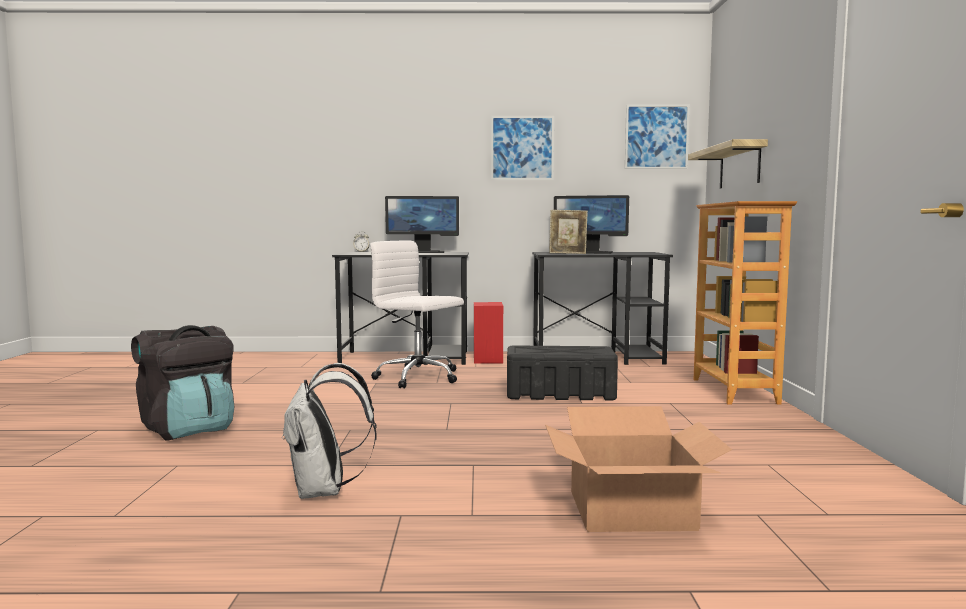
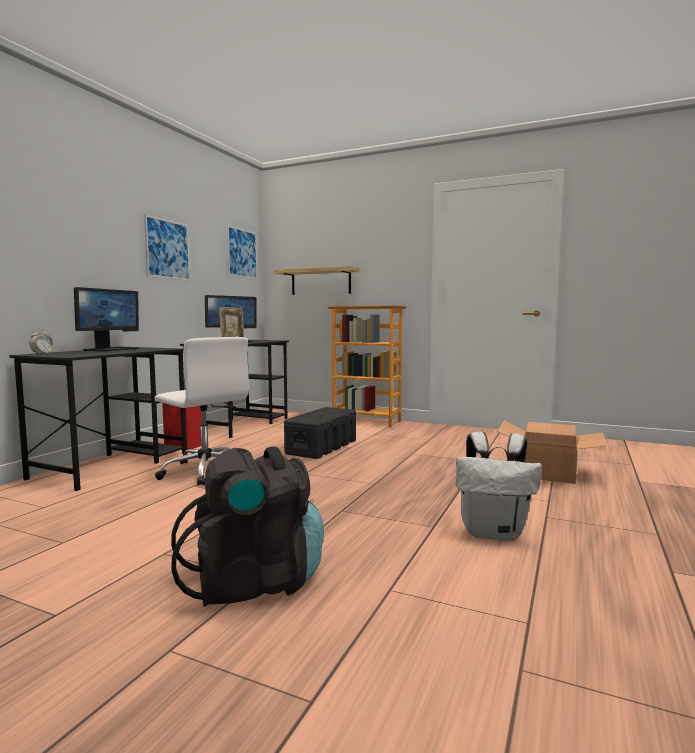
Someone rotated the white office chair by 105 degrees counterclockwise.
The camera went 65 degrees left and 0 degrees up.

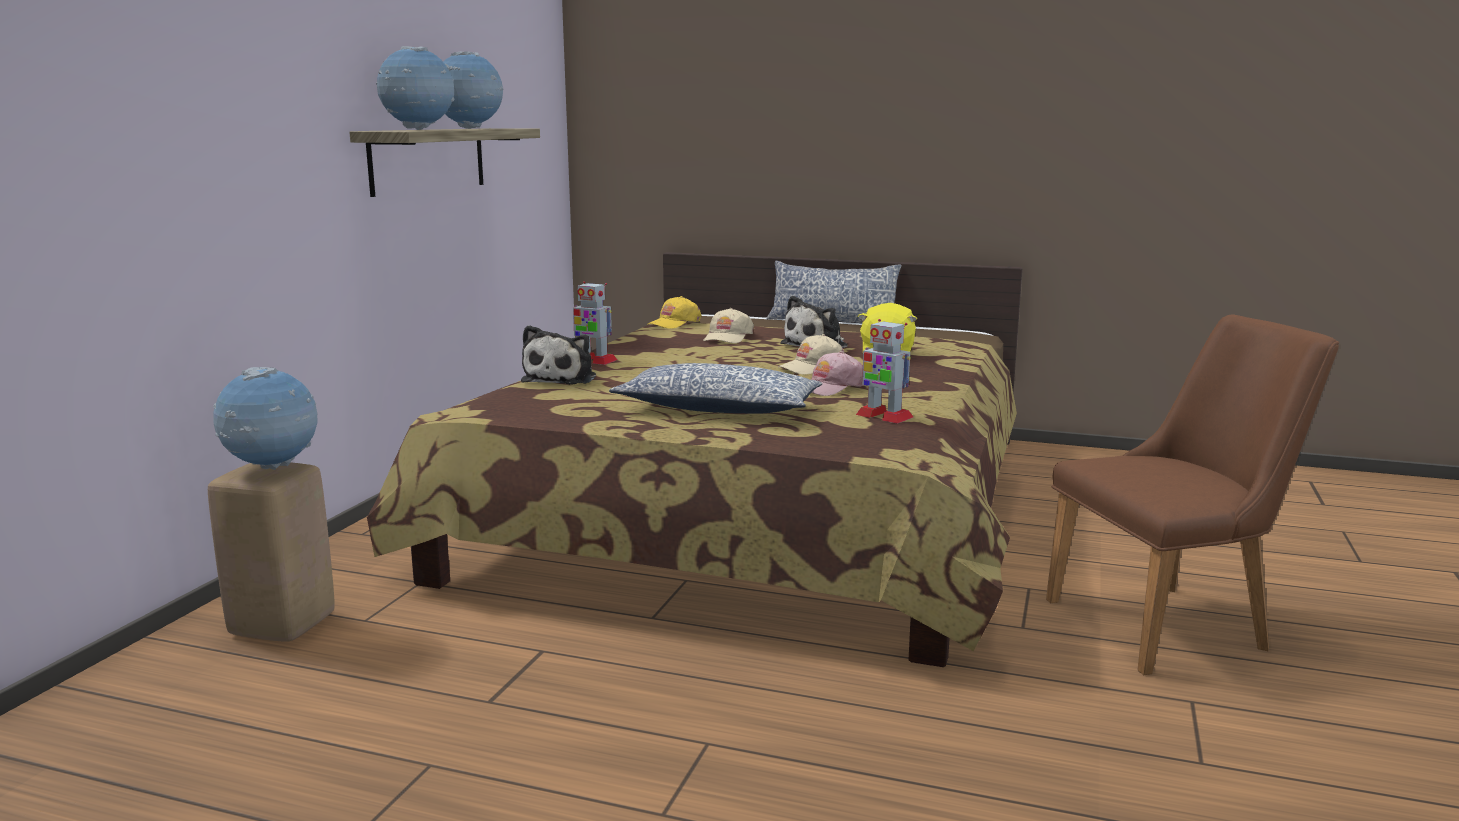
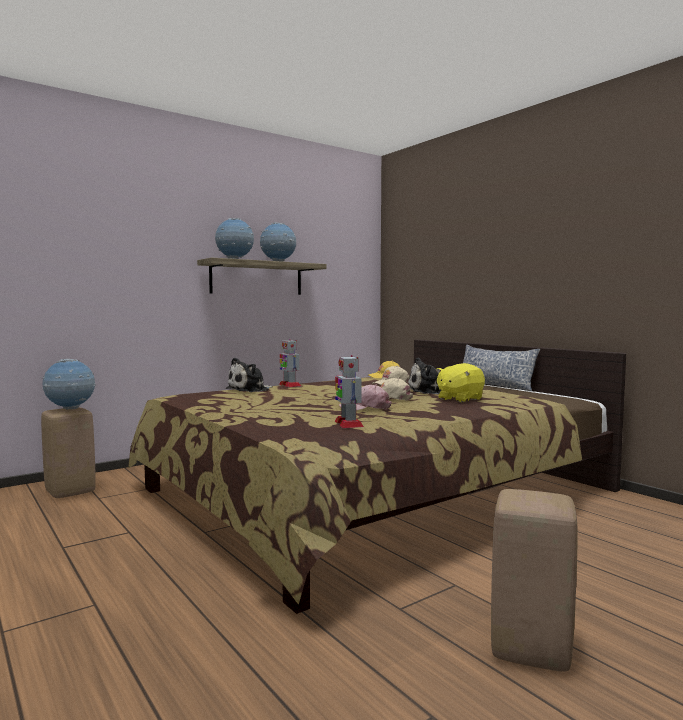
Someone took away the pillow (1st from left).
Someone swapped the brown chair for the beige stool (2nd from left).
The camera went 35 degrees right and 10 degrees down.

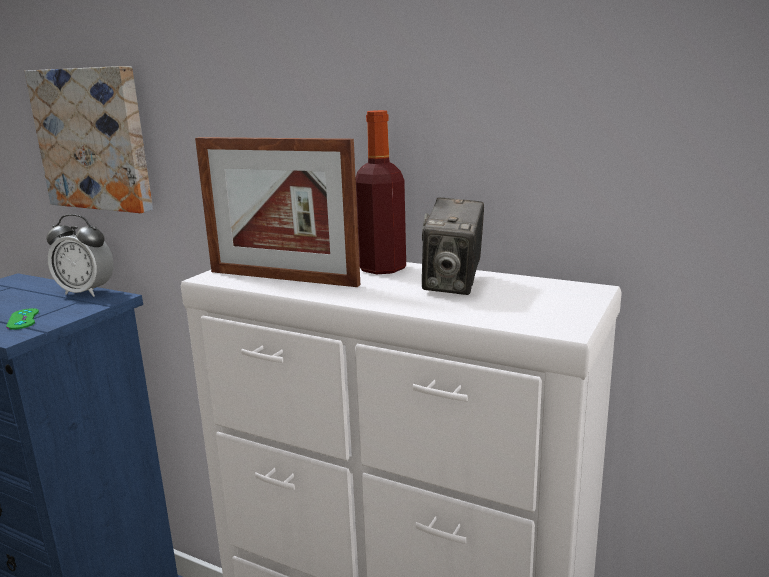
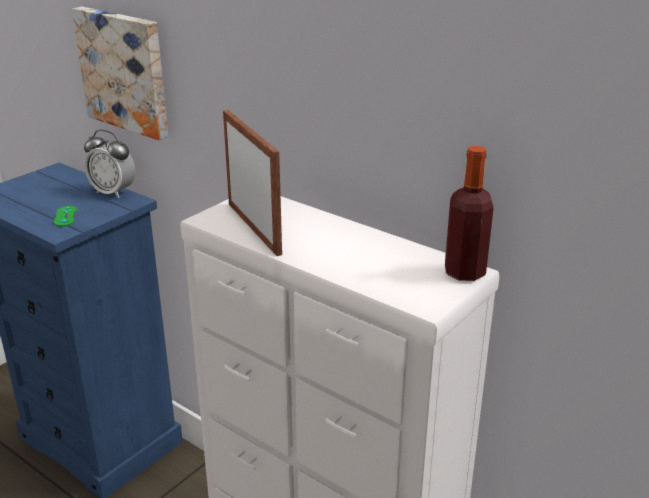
Someone took away the photo camera.
Someone carried the bottle.
Someone rotated the picture frame by 150 degrees counterclockwise.
The camera went 10 degrees right and 10 degrees up.

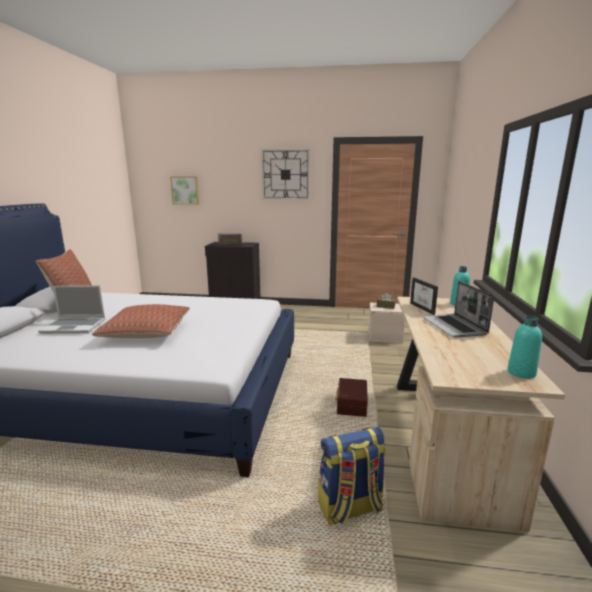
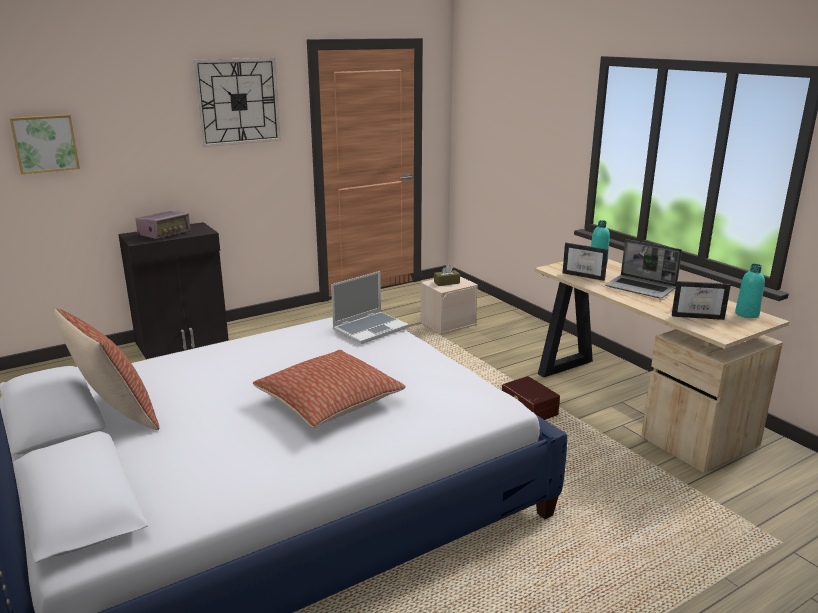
Someone took away the backpack.
Someone put down the picture frame (2nd from left).
Someone carried the laptop (1st from left).
The camera went 40 degrees left and 5 degrees up.

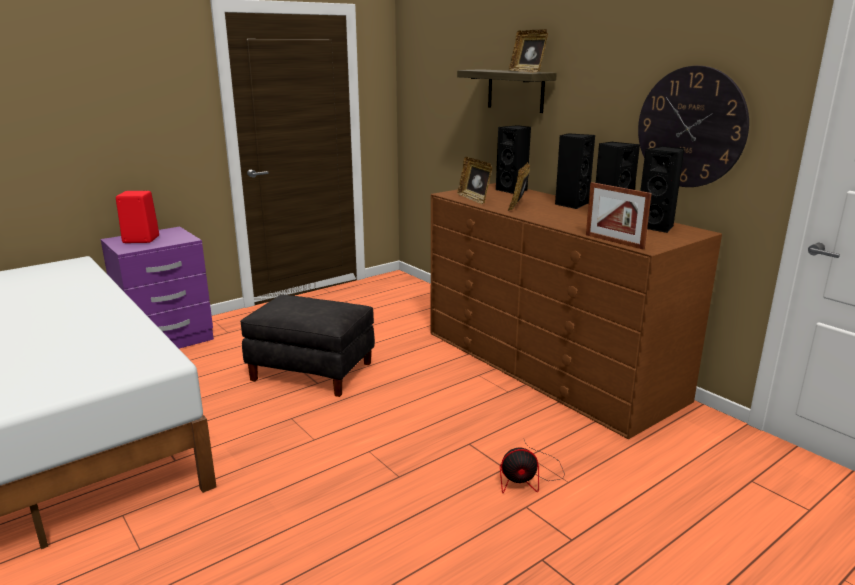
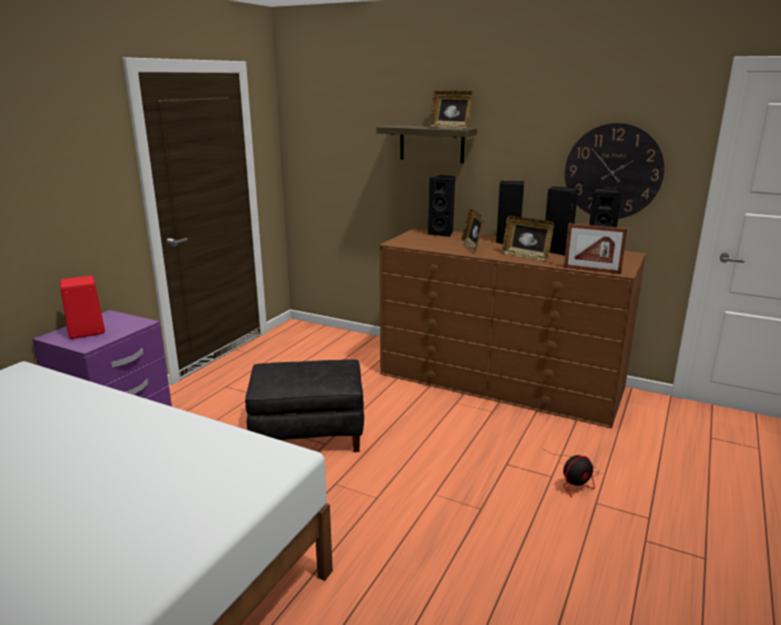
Someone carried the picture frame (1st from left in the first image).
The camera went 25 degrees left and 0 degrees up.

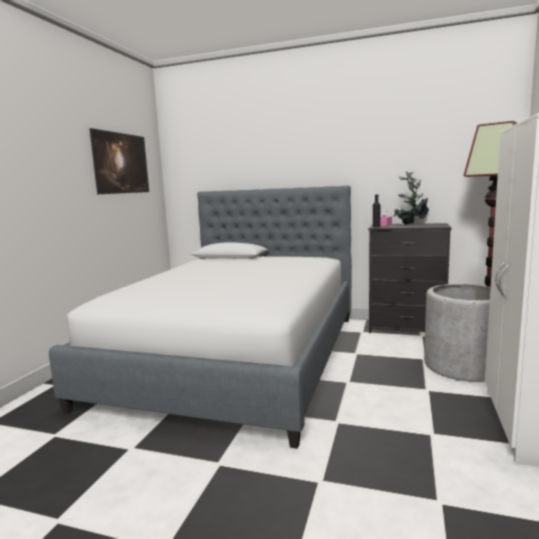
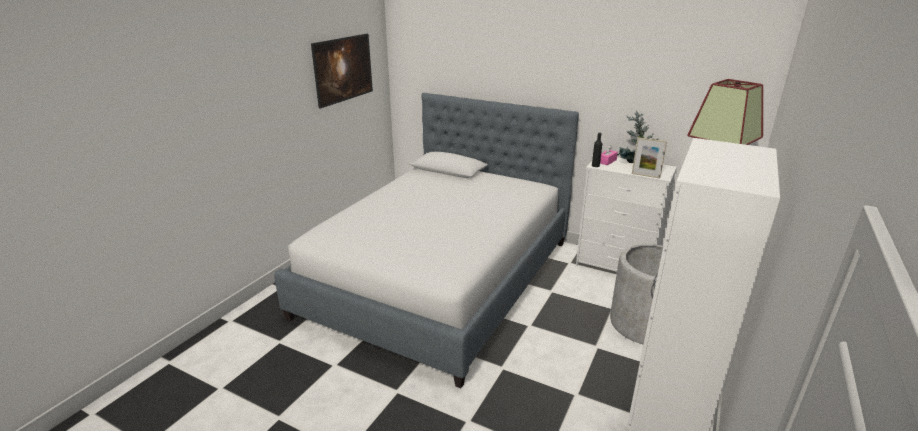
Someone put down the picture frame.
Someone repainted the black dresser, which became the white dresser.
The camera went 10 degrees right and 15 degrees up.

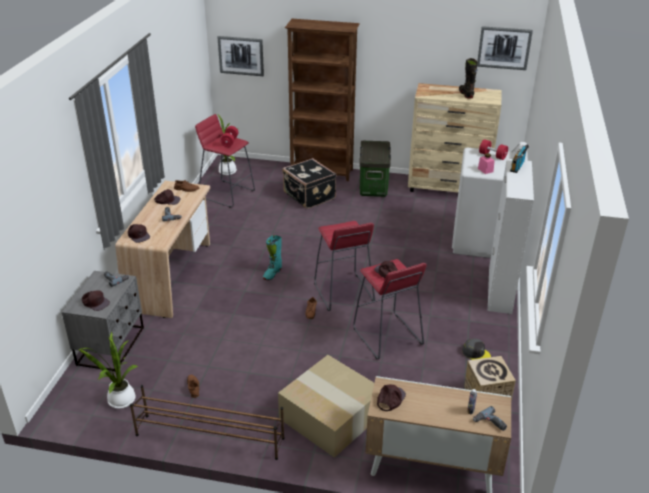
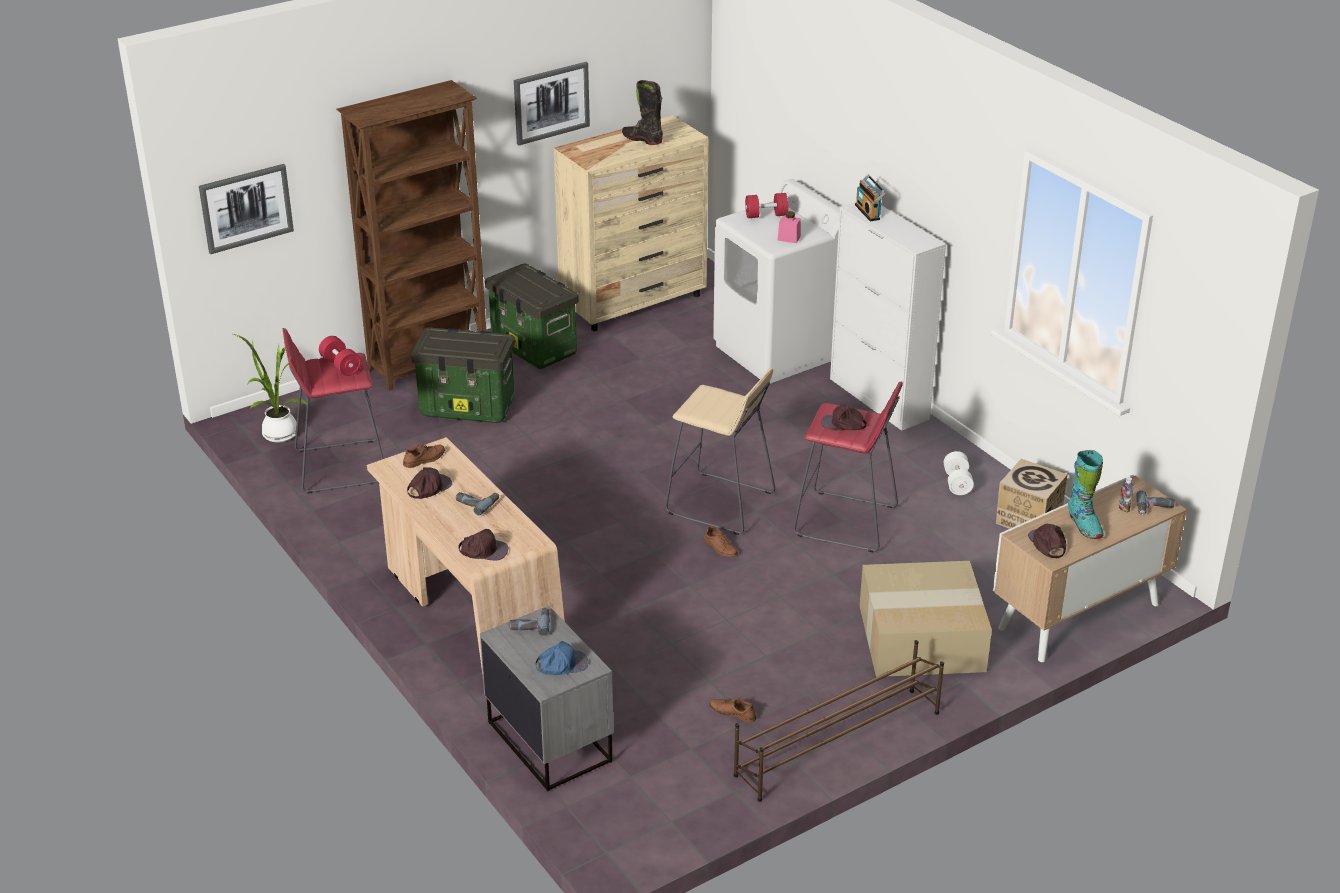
Someone took away the potted plant (1st from left).
Someone carried the turquoise boot.
Someone carried the picture (2nd from left).
Someone swapped the black suitcase for the storage box (1st from left).
Someone swapped the grey cap for the white dumbbell.
Someone repainted the brown cap (1st from left), which became the blue cap.
Someone repainted the red stool (2nd from left), which became the beige stool.
The camera went 45 degrees left and 0 degrees up.

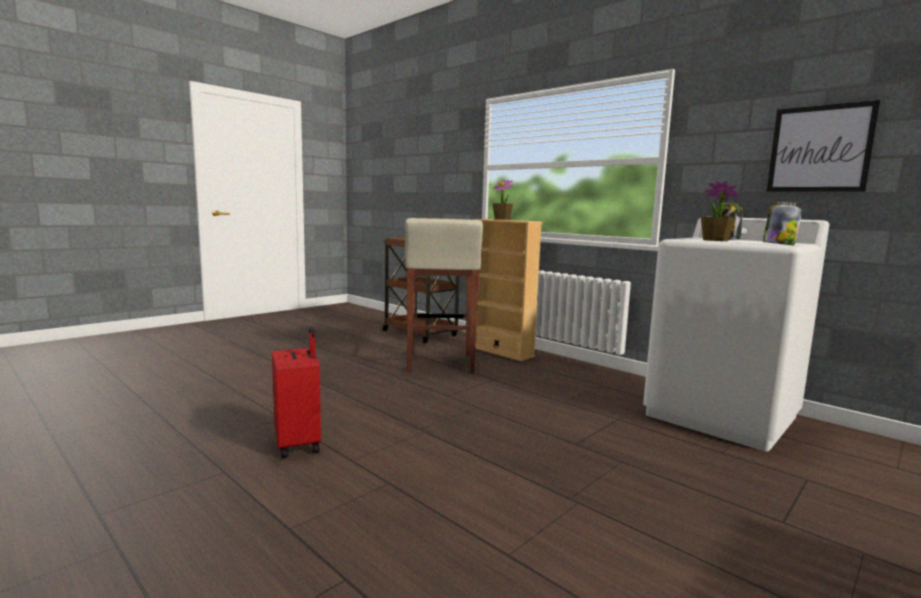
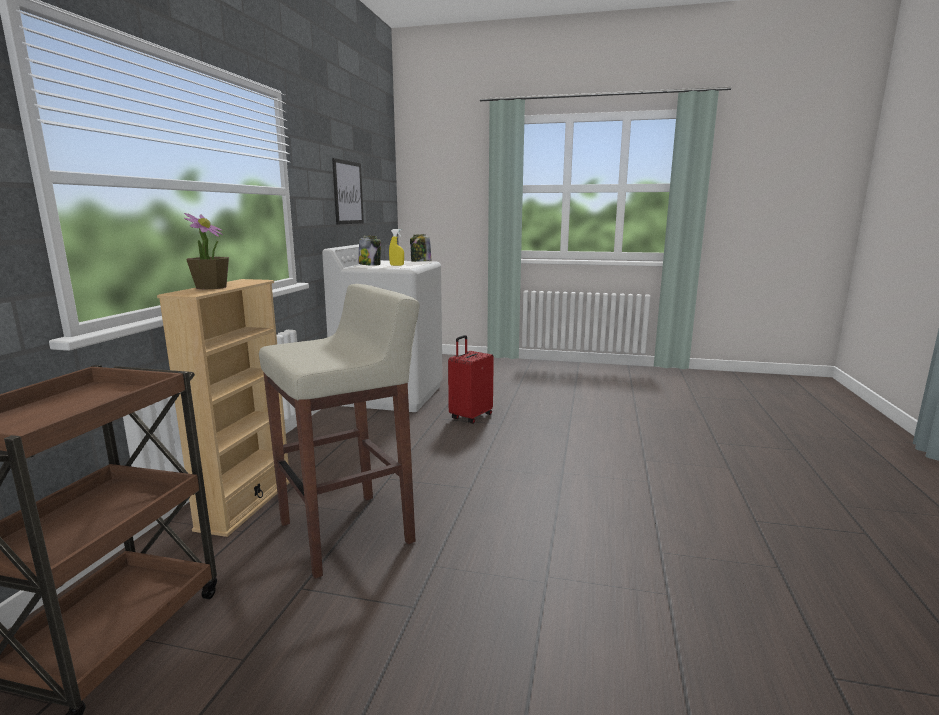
Someone carried the red suitcase.
Someone swapped the potted plant (2nd from left) for the yellow spray bottle.
The camera went 120 degrees left and 5 degrees up.

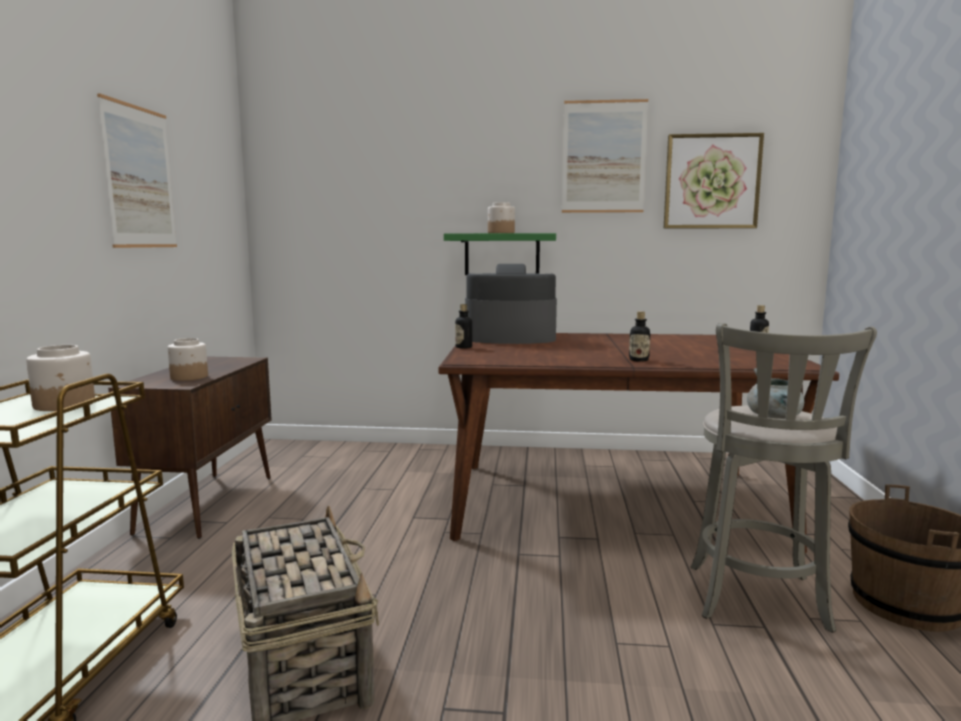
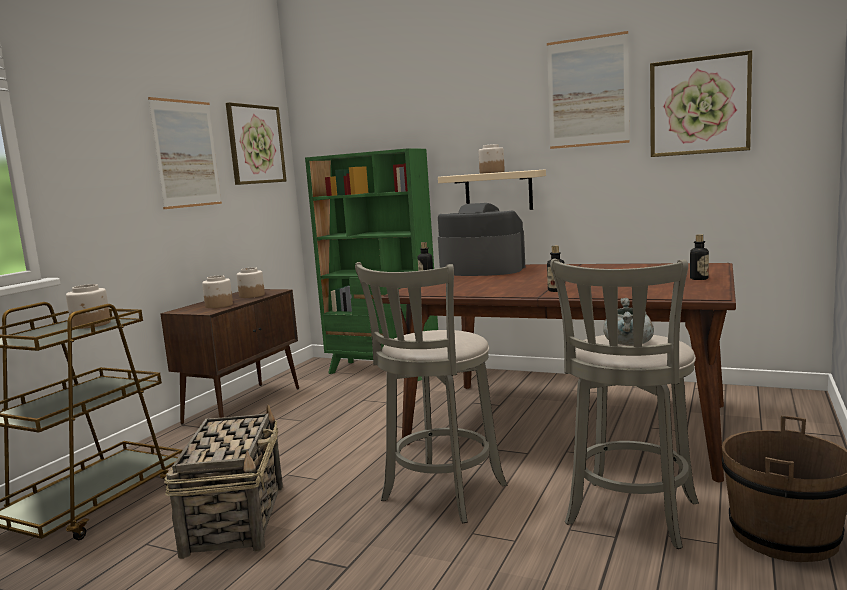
Someone put up the picture (2nd from left).
Someone put down the jar (3rd from left).
Someone put down the green bookcase.
Someone put down the grey stool (1st from left).
Someone repainted the green shelf, which became the beige shelf.
The camera went 20 degrees right and 0 degrees up.

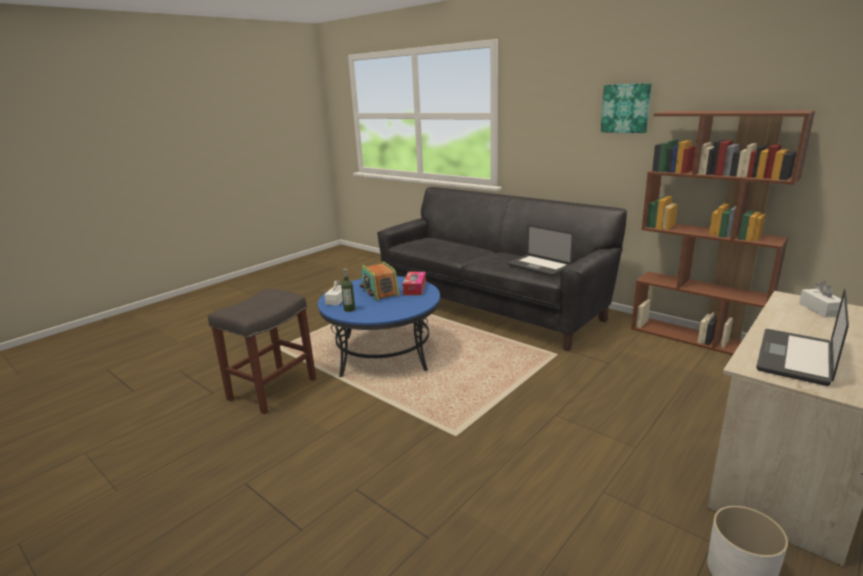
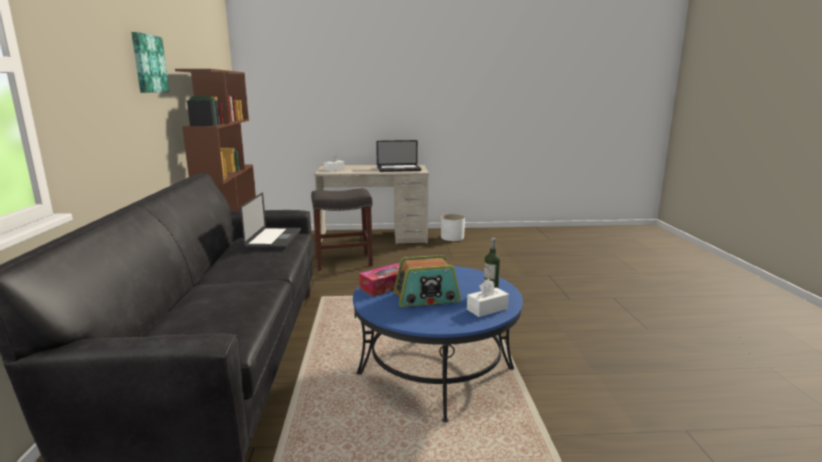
Someone carried the grey stool.
Someone rotated the radio by 60 degrees clockwise.
The camera went 135 degrees left and 5 degrees down.

